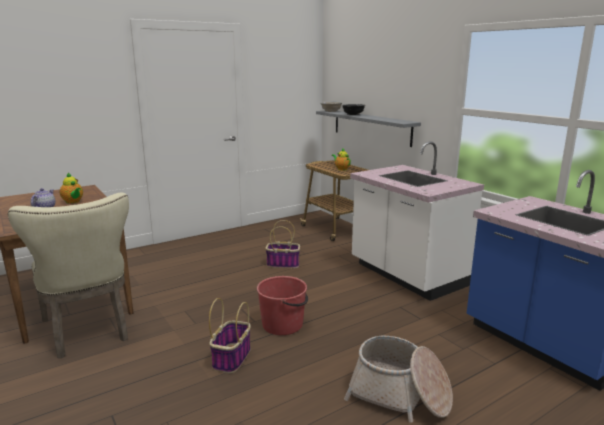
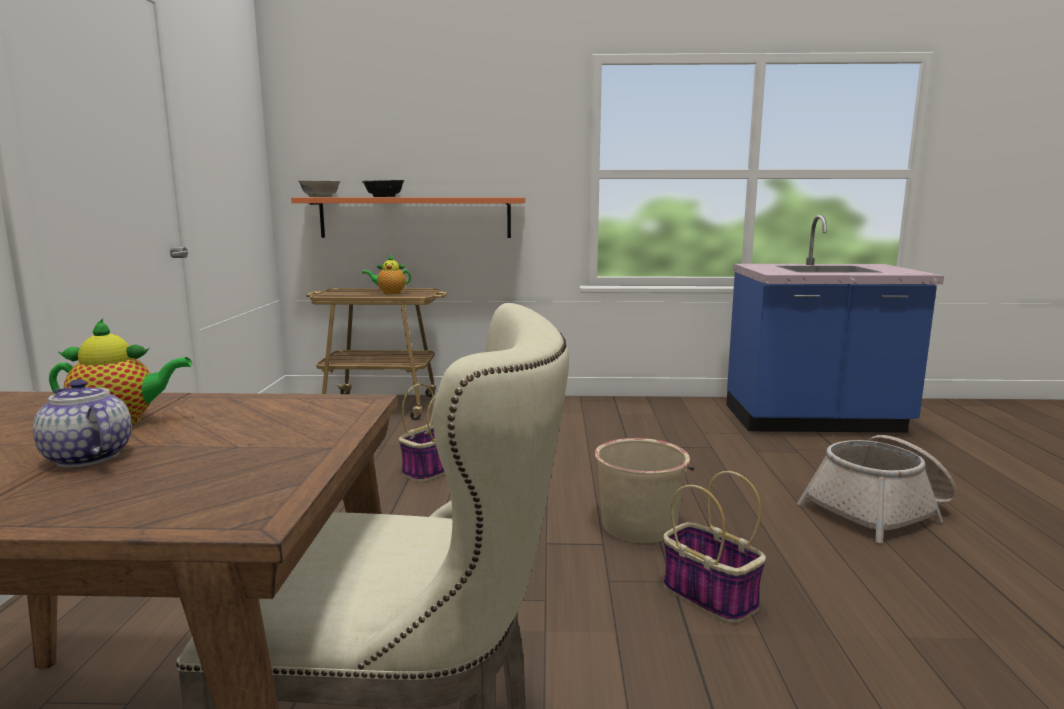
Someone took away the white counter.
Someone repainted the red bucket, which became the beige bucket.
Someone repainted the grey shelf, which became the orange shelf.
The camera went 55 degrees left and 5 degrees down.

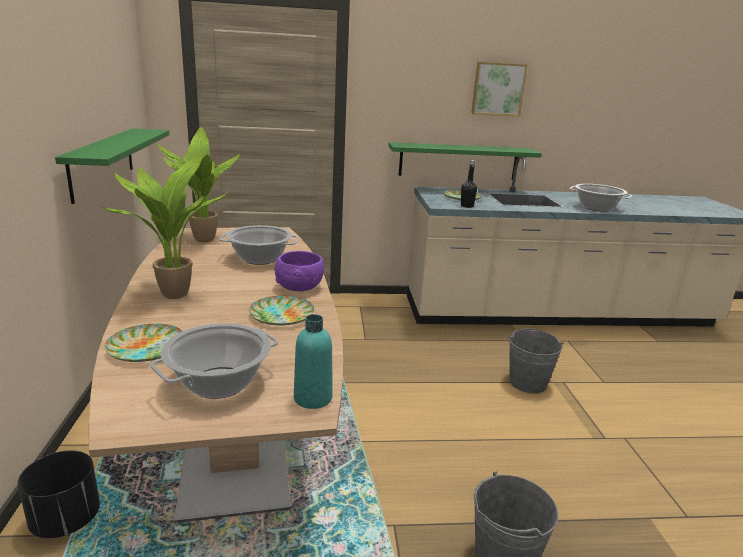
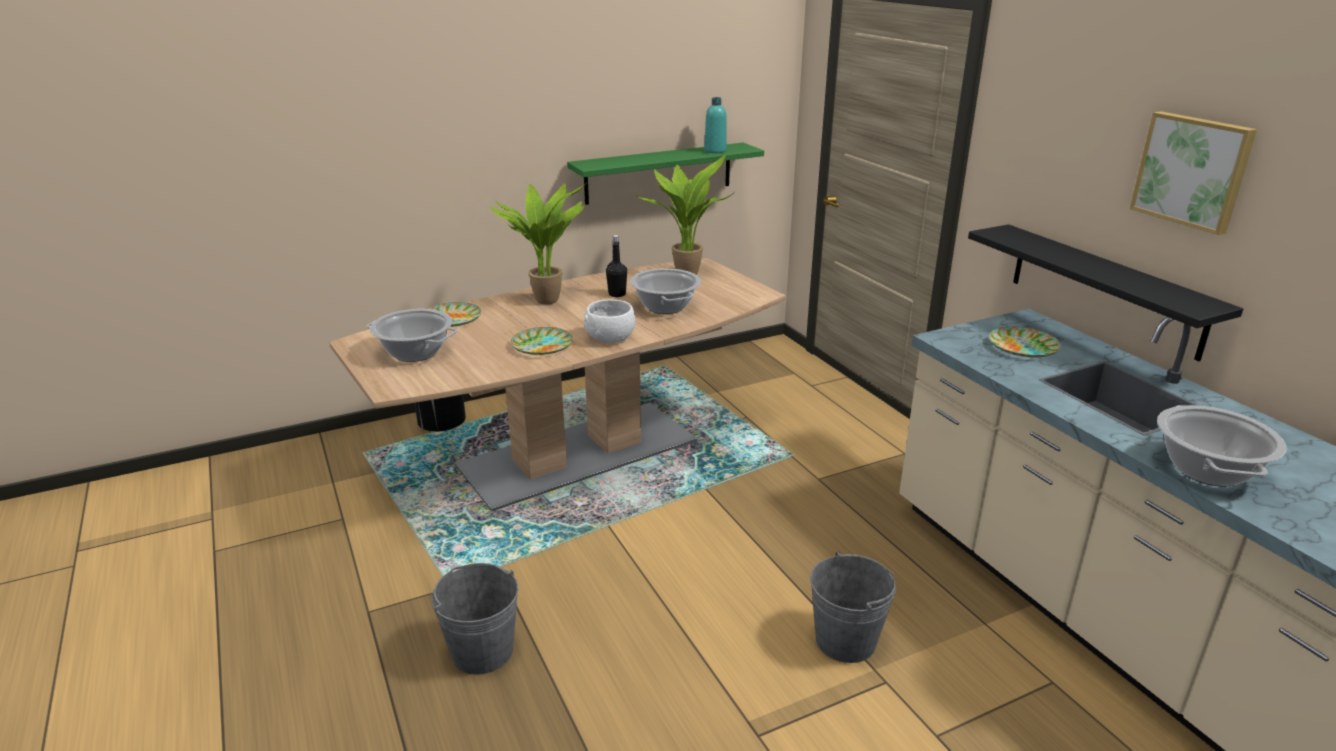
Someone carried the turquoise bottle.
Someone carried the black bottle.
Someone repainted the purple bowl, which became the white bowl.
Someone repainted the green shelf (2nd from left), which became the black shelf.
The camera went 70 degrees right and 5 degrees up.

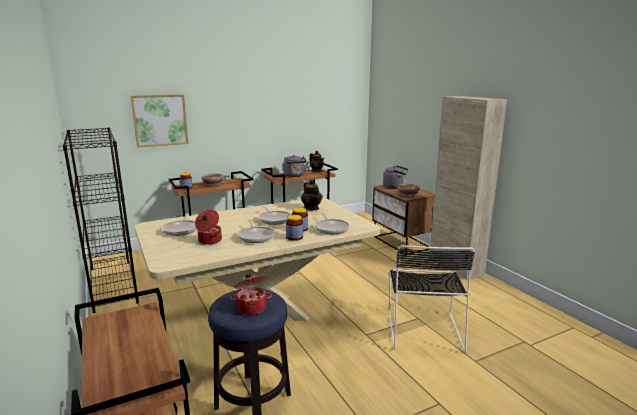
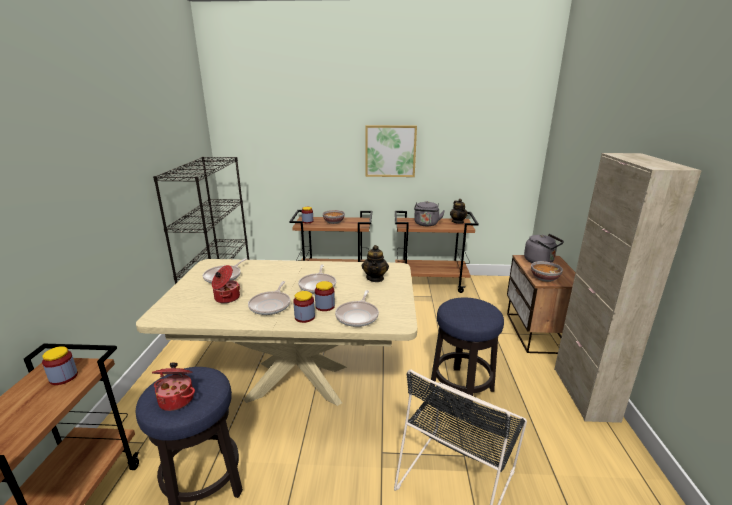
Someone put down the jar (1st from left).
Someone put down the stool (2nd from left).
Someone carried the picture.
The camera went 30 degrees right and 5 degrees up.

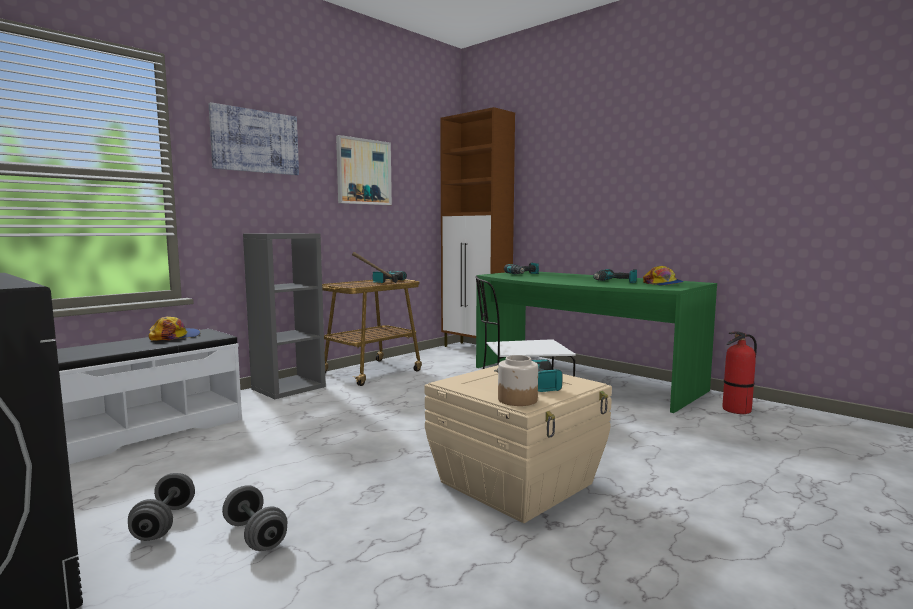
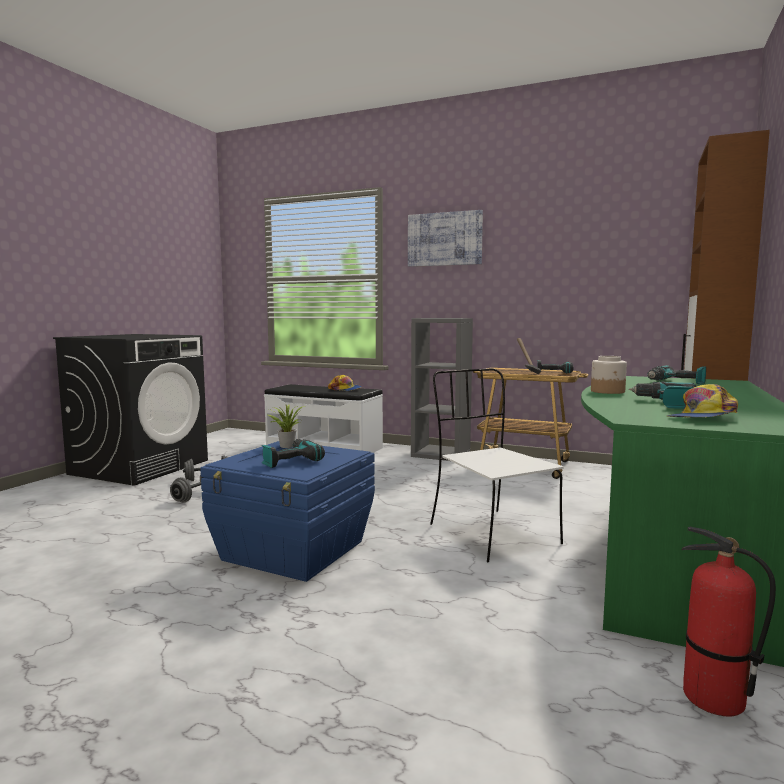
Someone took away the picture (2nd from left).
Someone put down the potted plant.
Someone carried the jar.
Someone repainted the beige storage box, which became the blue storage box.
The camera went 70 degrees right and 0 degrees up.

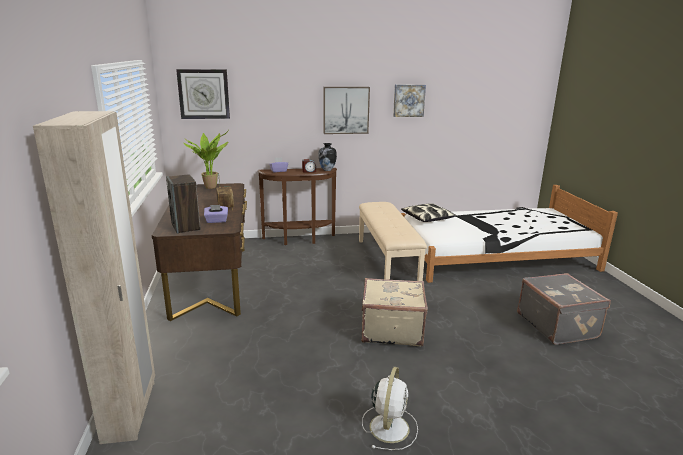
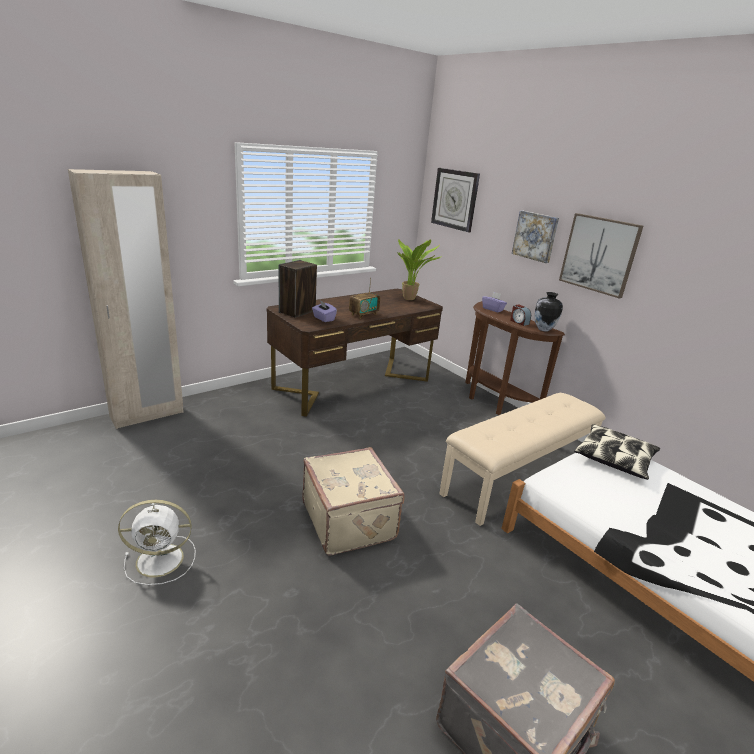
Someone carried the picture (2nd from left in the first image).
The camera went 60 degrees right and 5 degrees up.

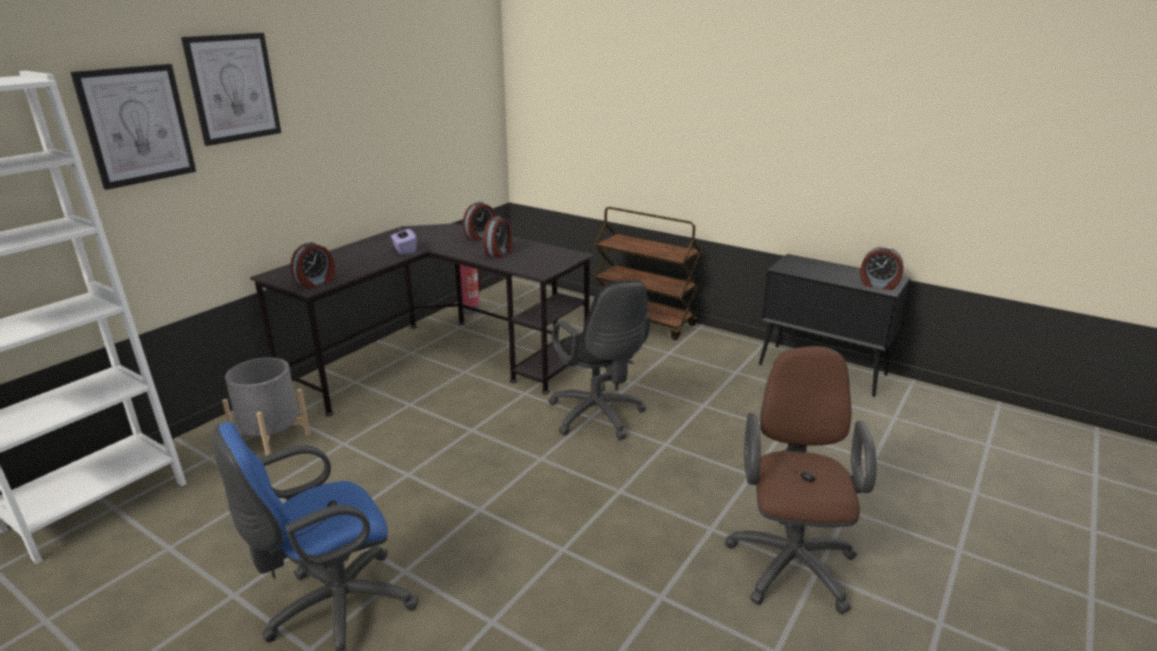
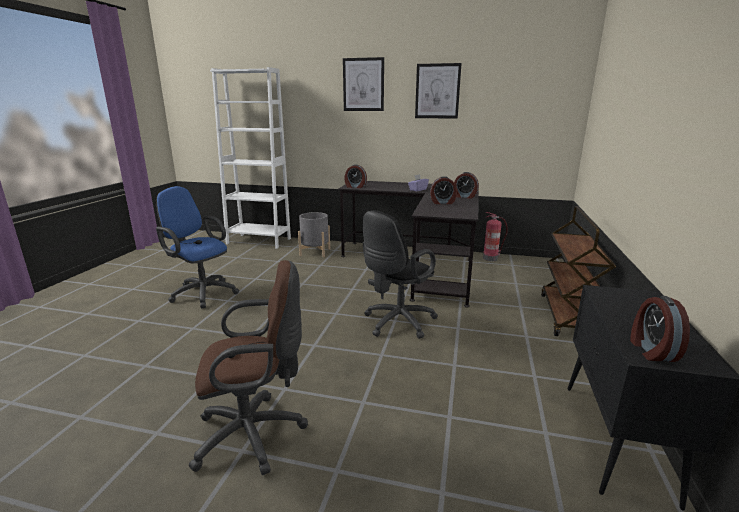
Someone carried the picture (1st from left in the first image).
The camera went 70 degrees right and 5 degrees down.

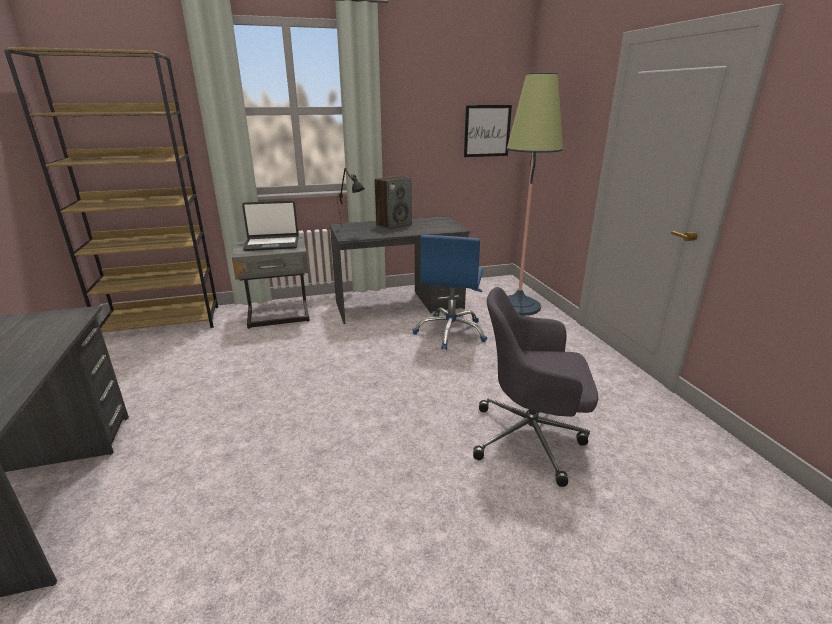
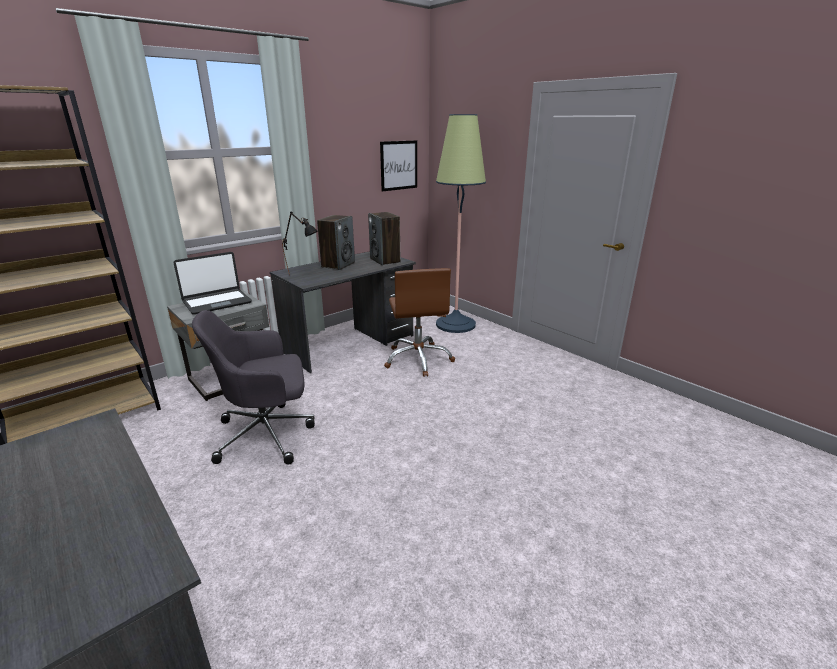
Someone put down the speaker (2nd from left).
Someone carried the grey office chair.
Someone repainted the blue office chair, which became the brown office chair.
The camera went 25 degrees left and 0 degrees up.

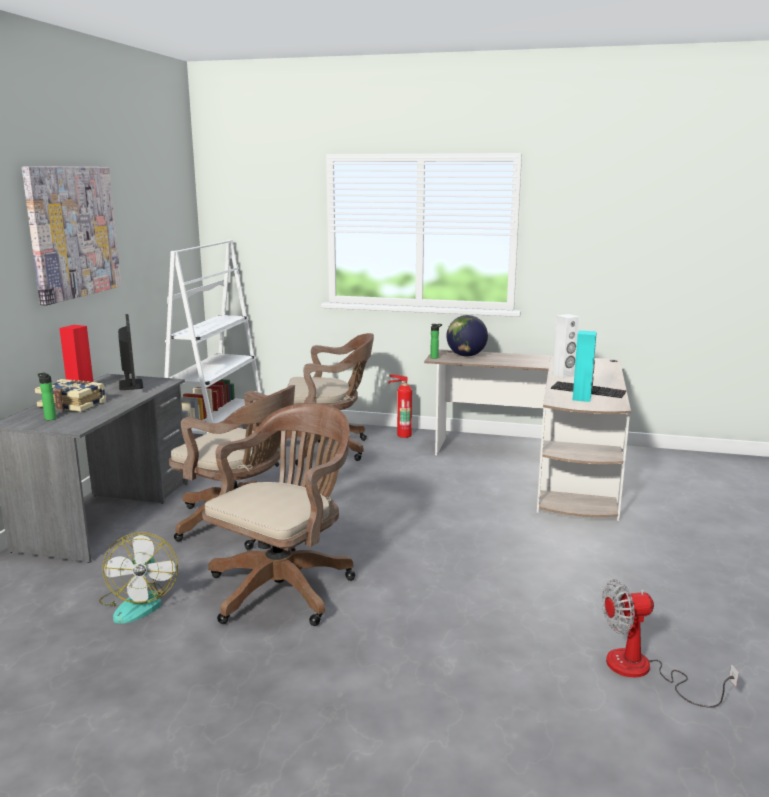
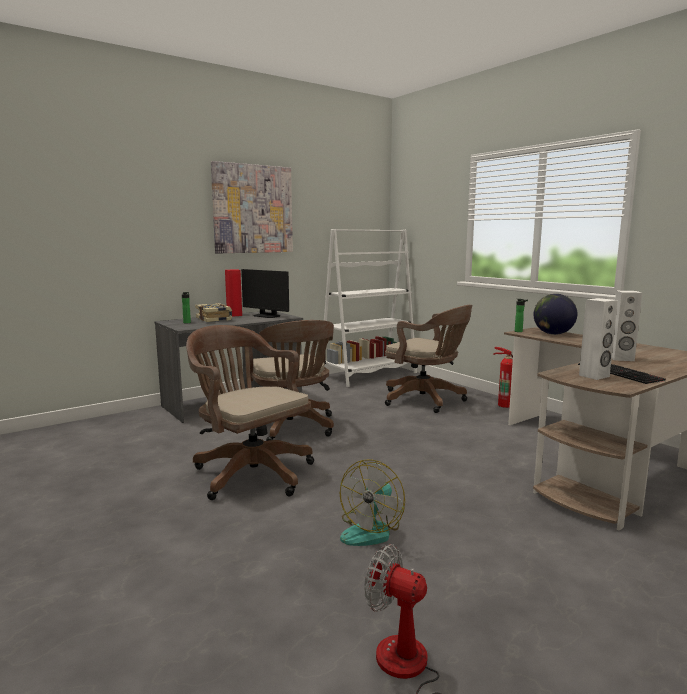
Someone carried the fan (1st from left).
Someone repainted the turquoise speaker, which became the white speaker (1st from left).
Someone rotated the monitor by 105 degrees clockwise.
Someone rotated the brown office chair (2nd from left in the first image) by 120 degrees counterclockwise.
The camera went 40 degrees right and 5 degrees down.

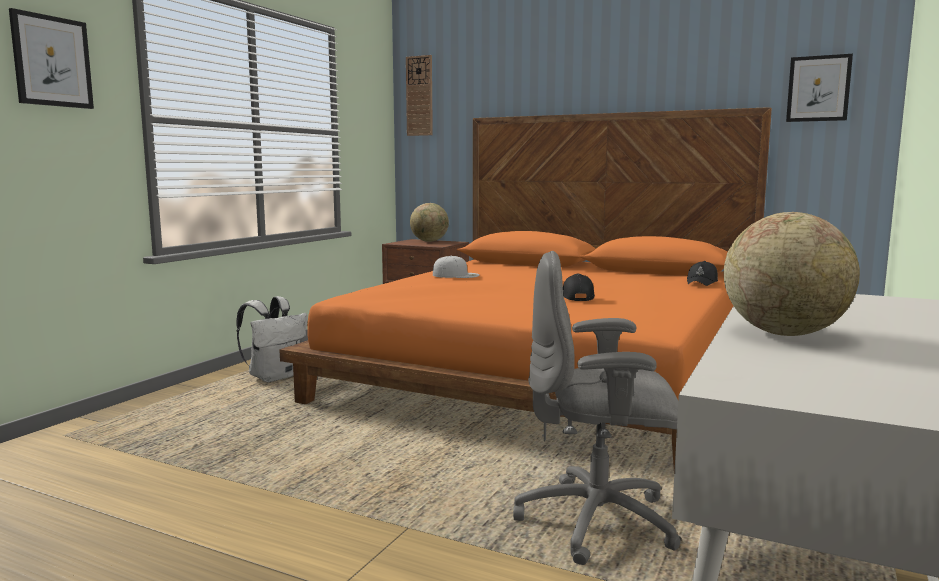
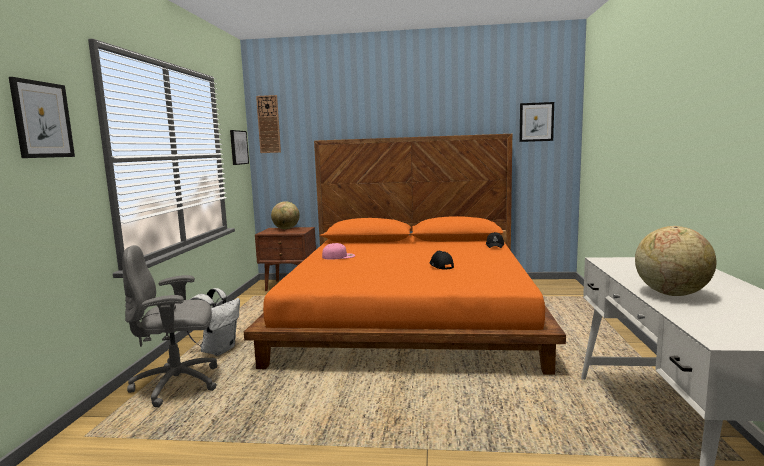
Someone put up the picture (2nd from left).
Someone carried the grey office chair.
Someone repainted the white cap, which became the pink cap.
The camera went 20 degrees left and 0 degrees up.

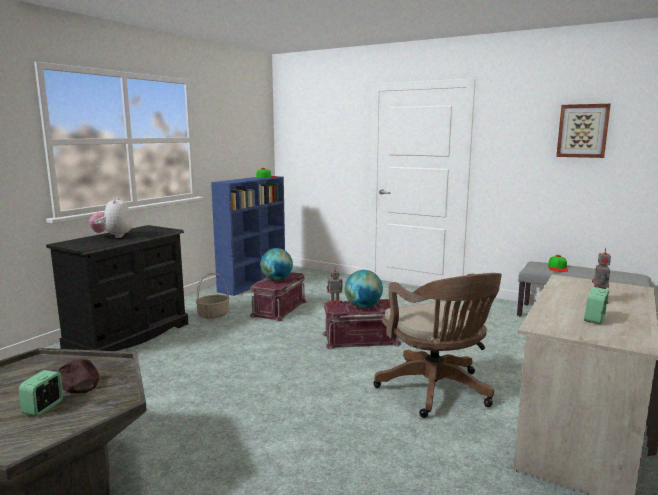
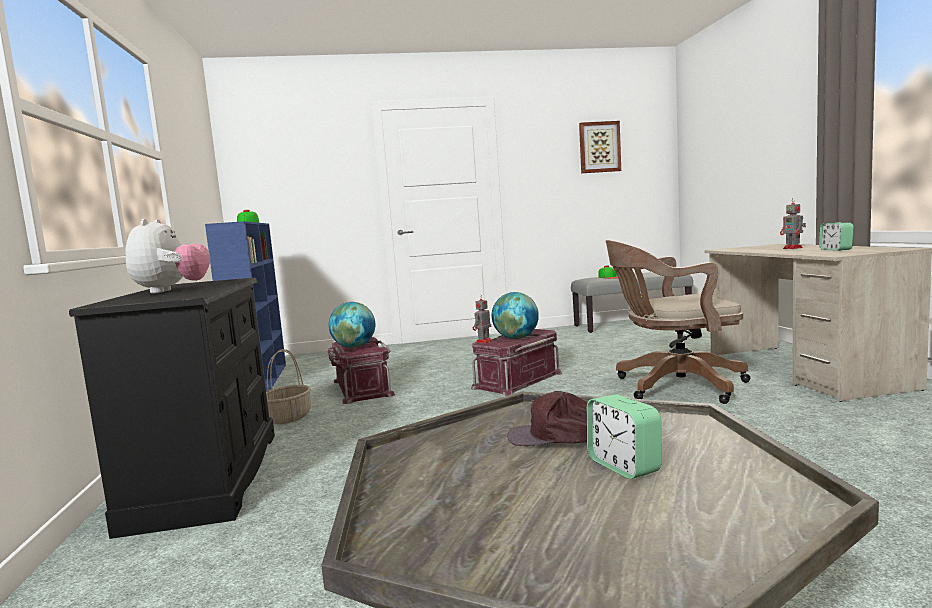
Someone rotated the plush toy by 135 degrees counterclockwise.
Someone rotated the brown office chair by 150 degrees clockwise.
The camera went 40 degrees left and 5 degrees down.

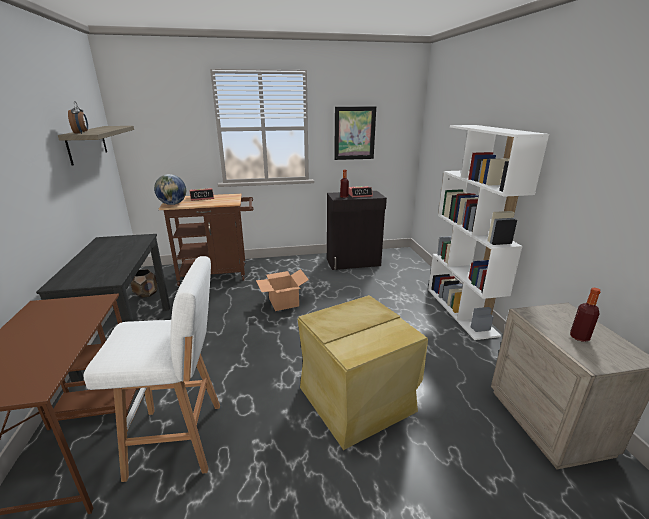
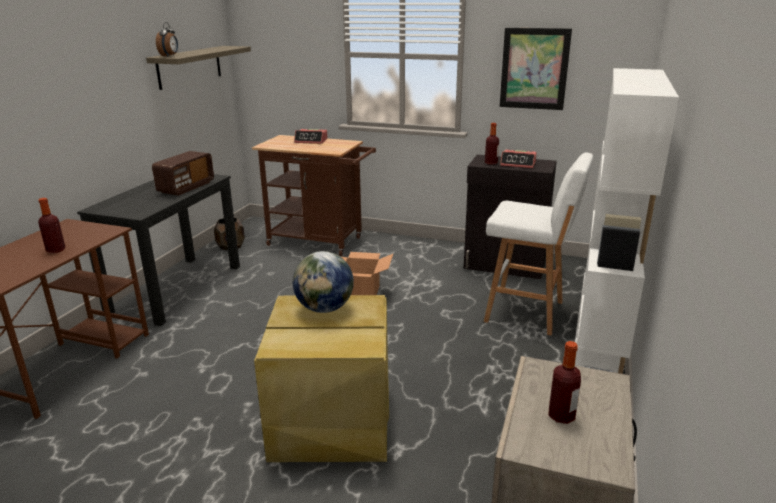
Someone put down the bottle (1st from left).
Someone put down the radio.
Someone carried the white stool.
Someone carried the globe.
The camera went 30 degrees right and 0 degrees up.

